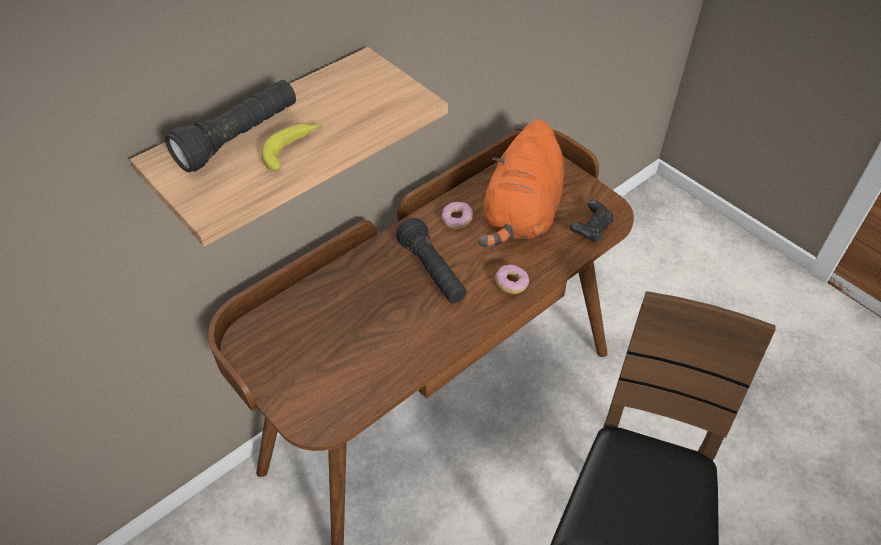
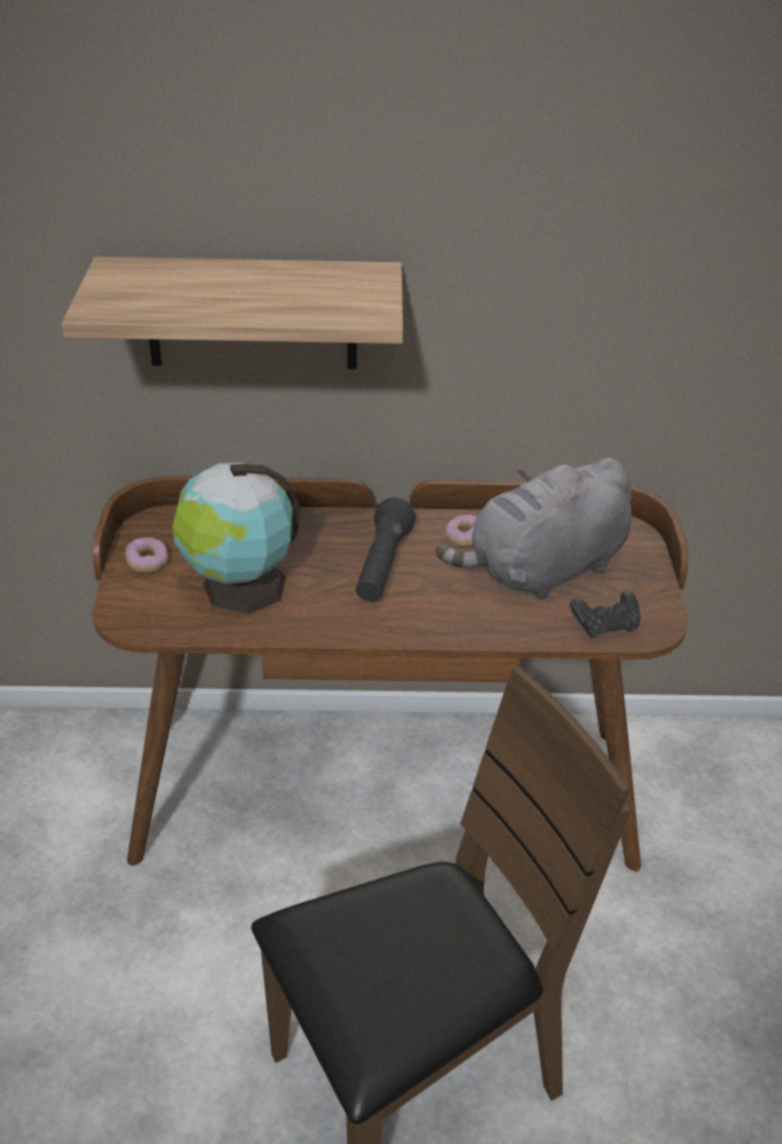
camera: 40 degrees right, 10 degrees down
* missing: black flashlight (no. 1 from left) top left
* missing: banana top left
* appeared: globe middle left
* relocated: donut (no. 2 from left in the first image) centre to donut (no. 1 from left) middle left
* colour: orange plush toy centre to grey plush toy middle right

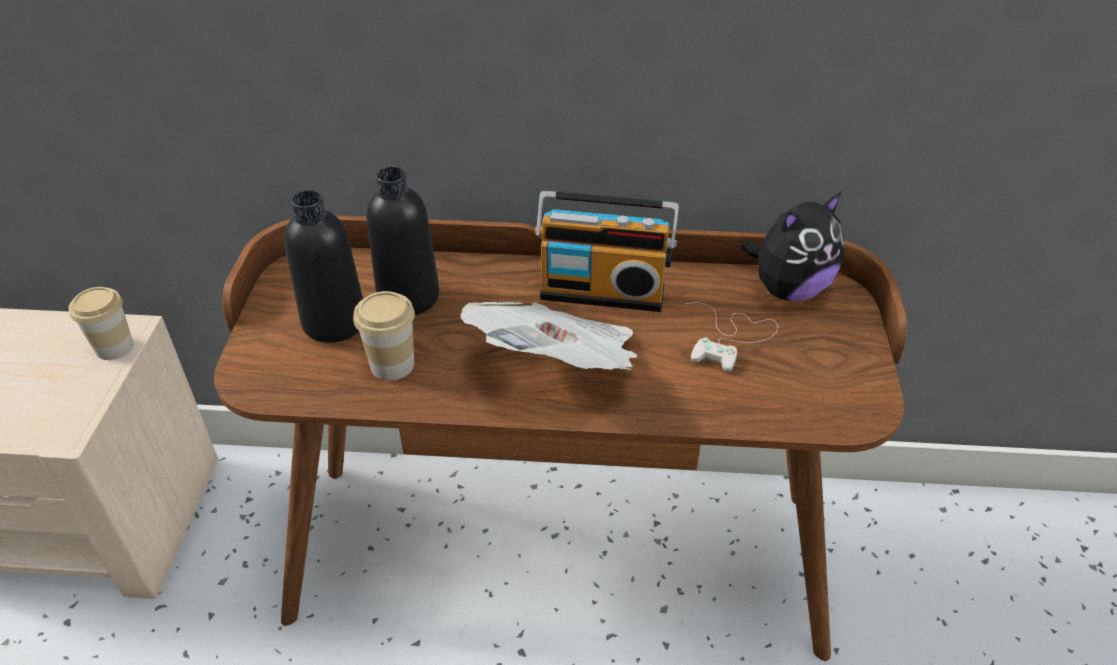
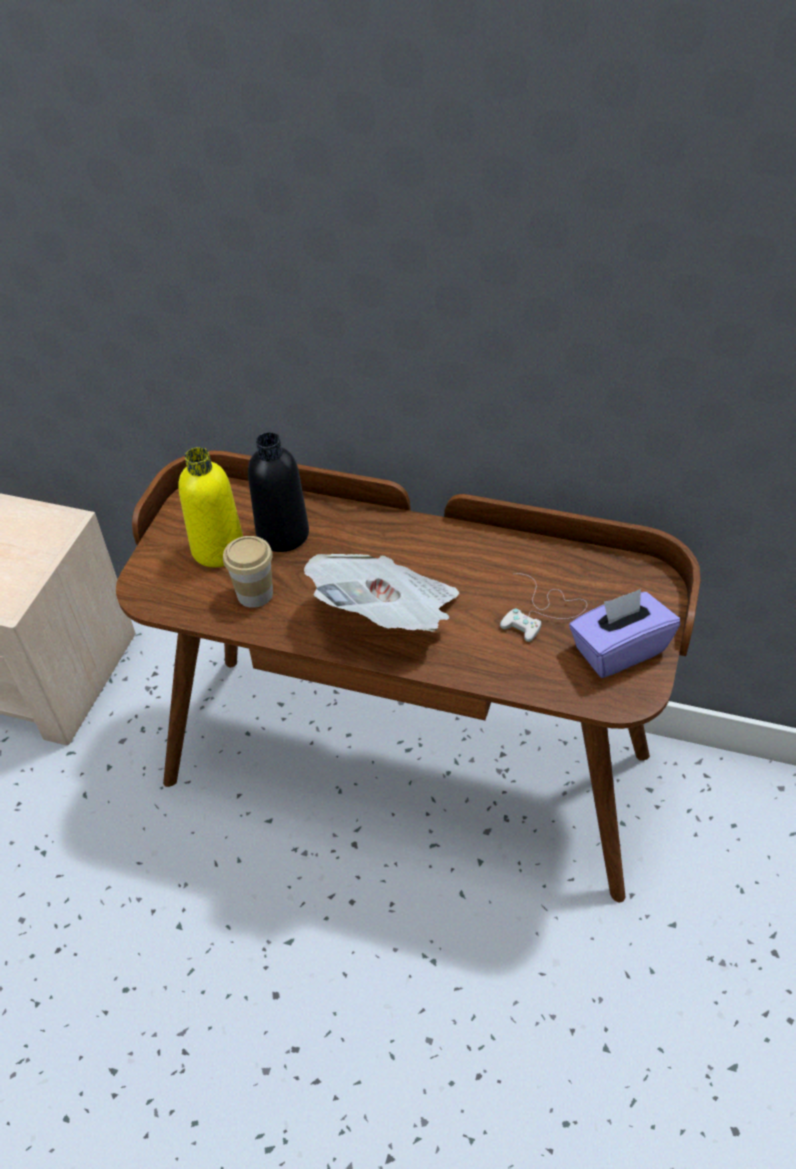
camera: 15 degrees right, 5 degrees up
* missing: cup (no. 1 from left) middle left
* missing: radio centre
* missing: plush toy middle right
* appeared: purple tissue box middle right
* colour: black bottle (no. 1 from left) middle left to yellow bottle middle left

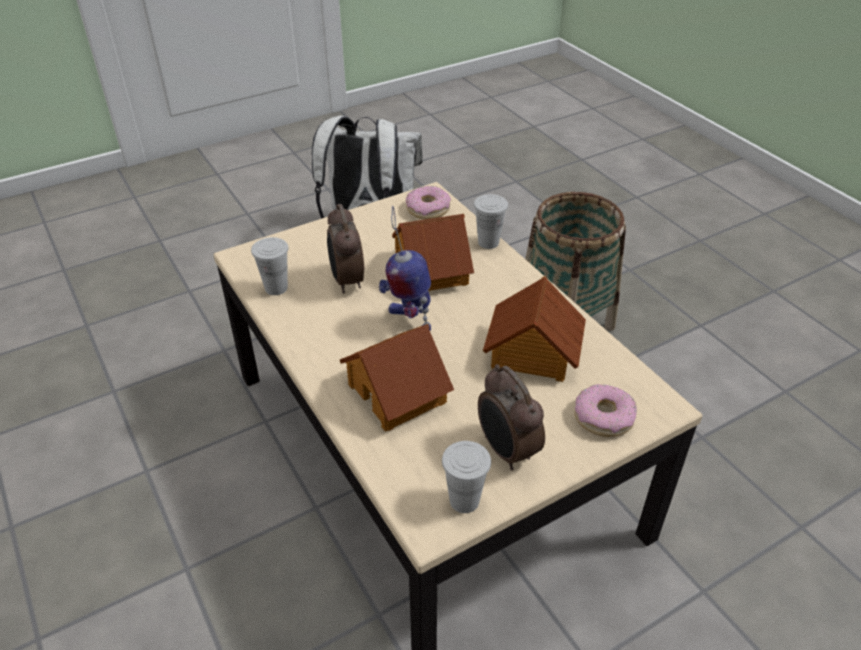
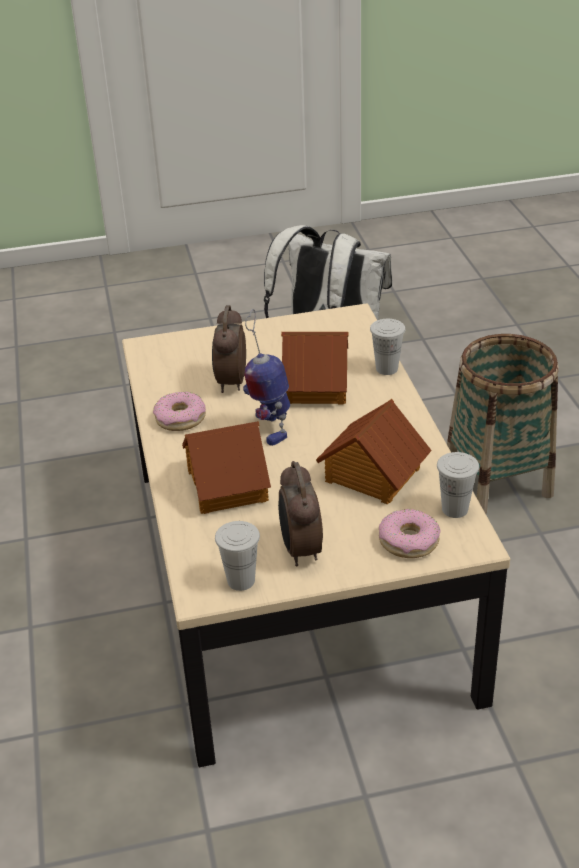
camera: 20 degrees right, 5 degrees down
* relocated: white cup (no. 1 from left in the first image) middle left to white cup (no. 3 from left) middle right
* relocated: donut (no. 1 from left) top centre to middle left

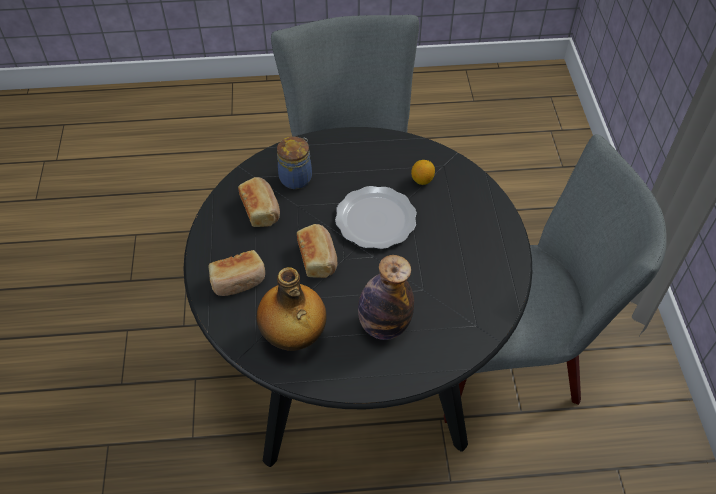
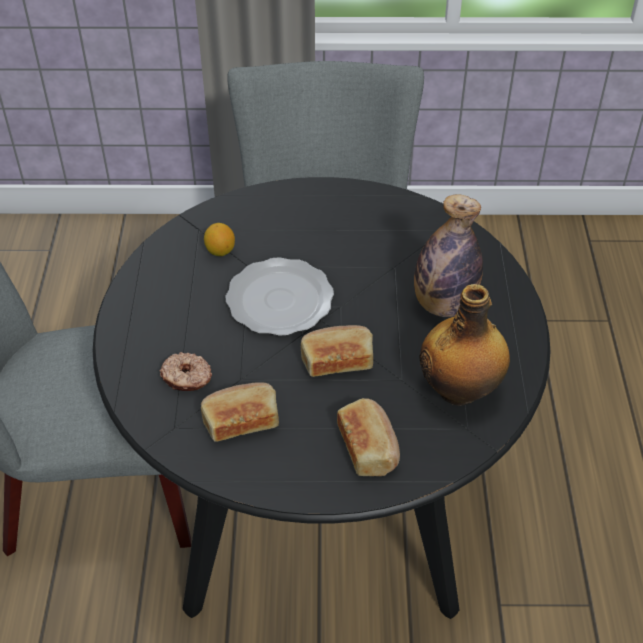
camera: 85 degrees left, 5 degrees down
* exchanged: jar top centre to donut middle left

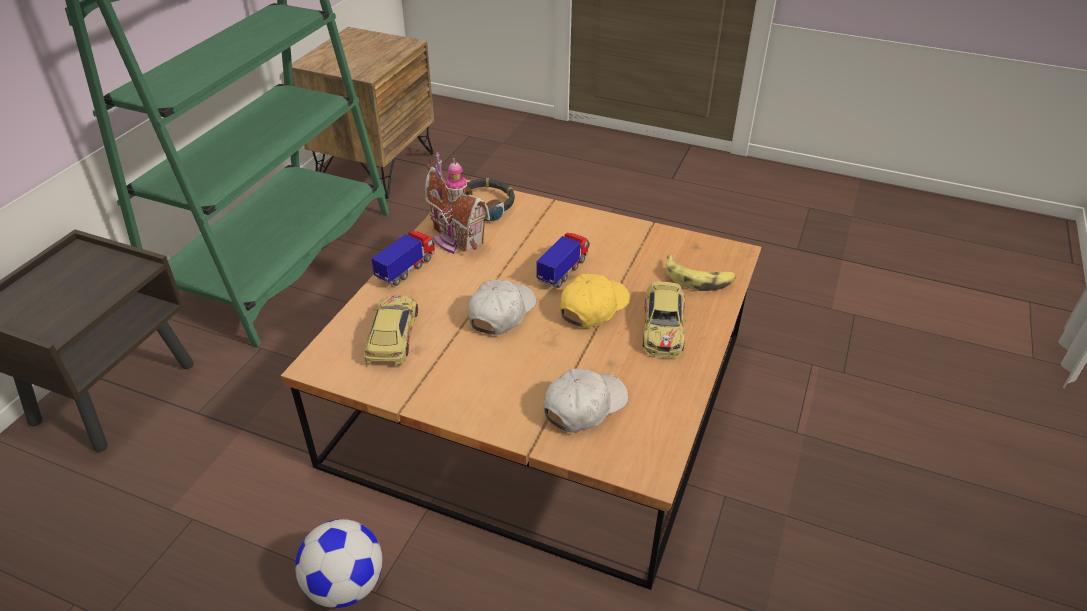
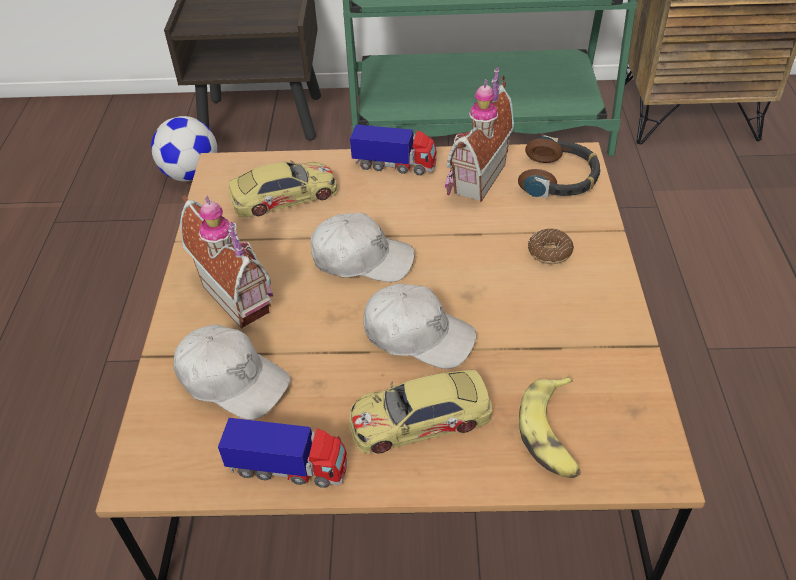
camera: 70 degrees right, 5 degrees up
* appeared: toy house (no. 1 from left) middle left
* appeared: donut middle right
* relocated: football bottom left to top left
* relocated: toy truck (no. 2 from left in the first image) centre to toy truck (no. 1 from left) bottom centre
* colour: yellow cap centre to white cap (no. 3 from left) centre

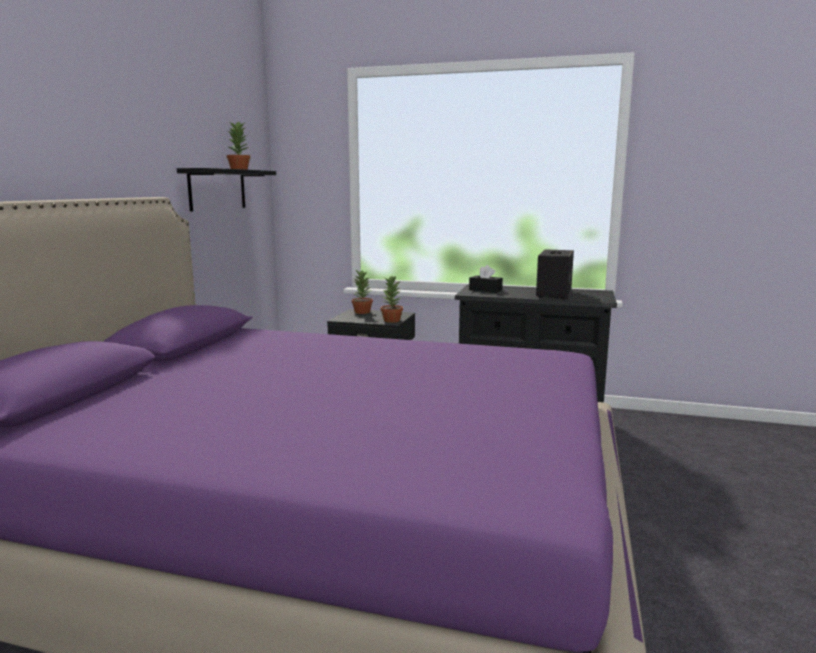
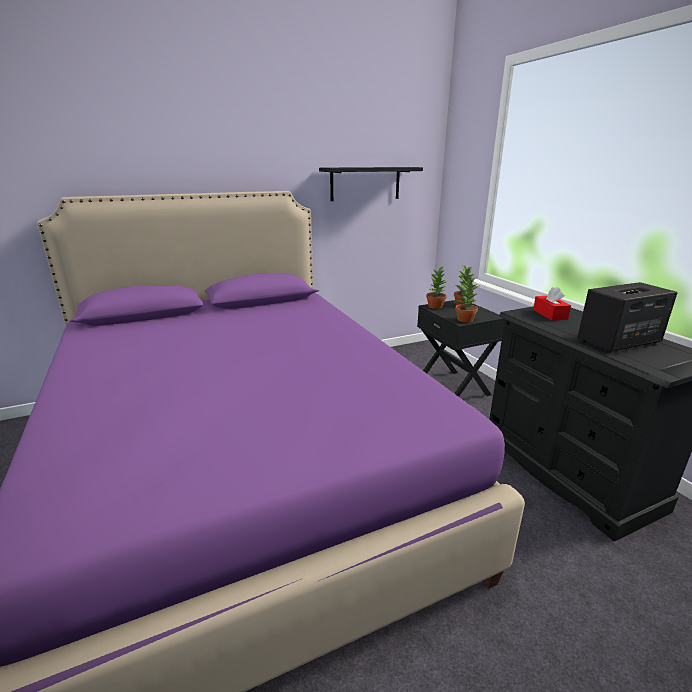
camera: 50 degrees right, 10 degrees up
* relocated: potted plant (no. 1 from left) top left to centre
* colour: black tissue box centre to red tissue box middle right

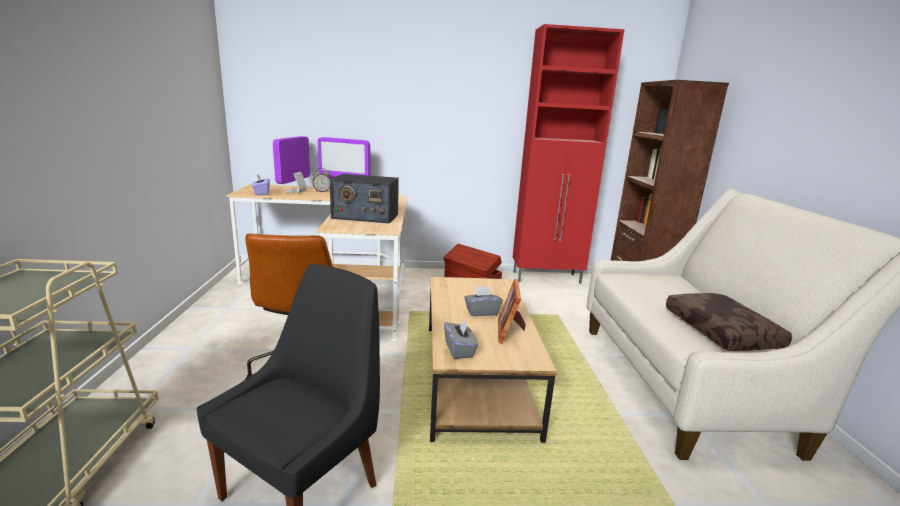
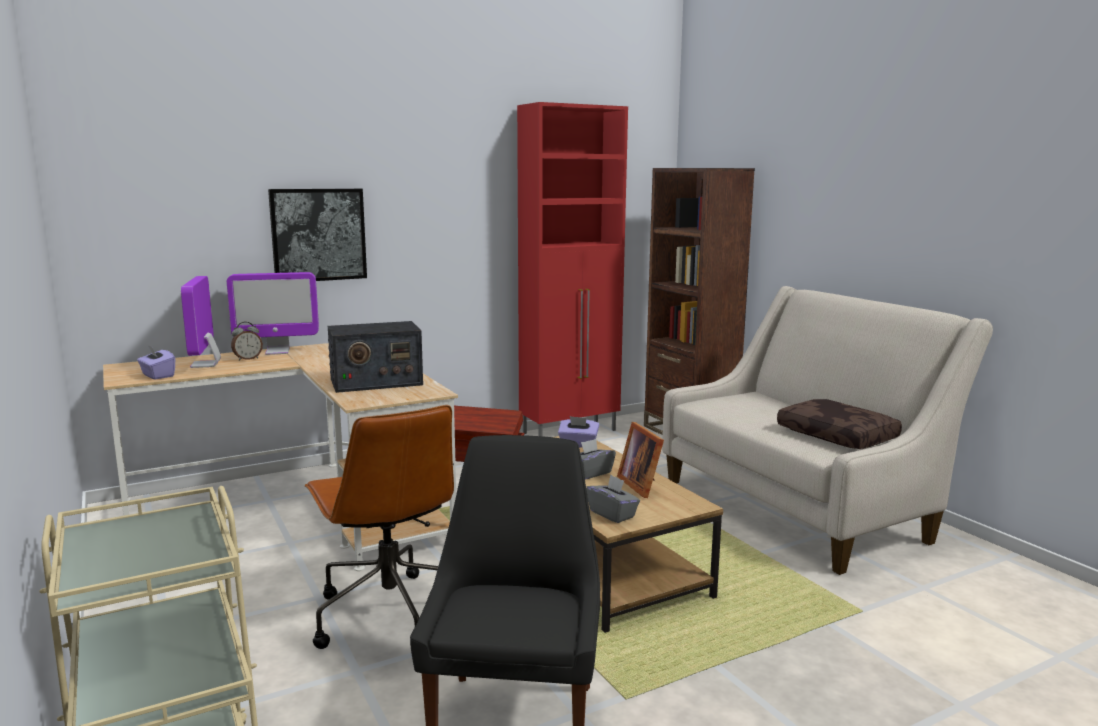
camera: 25 degrees left, 5 degrees down
* appeared: picture top left
* appeared: purple tissue box (no. 2 from left) centre

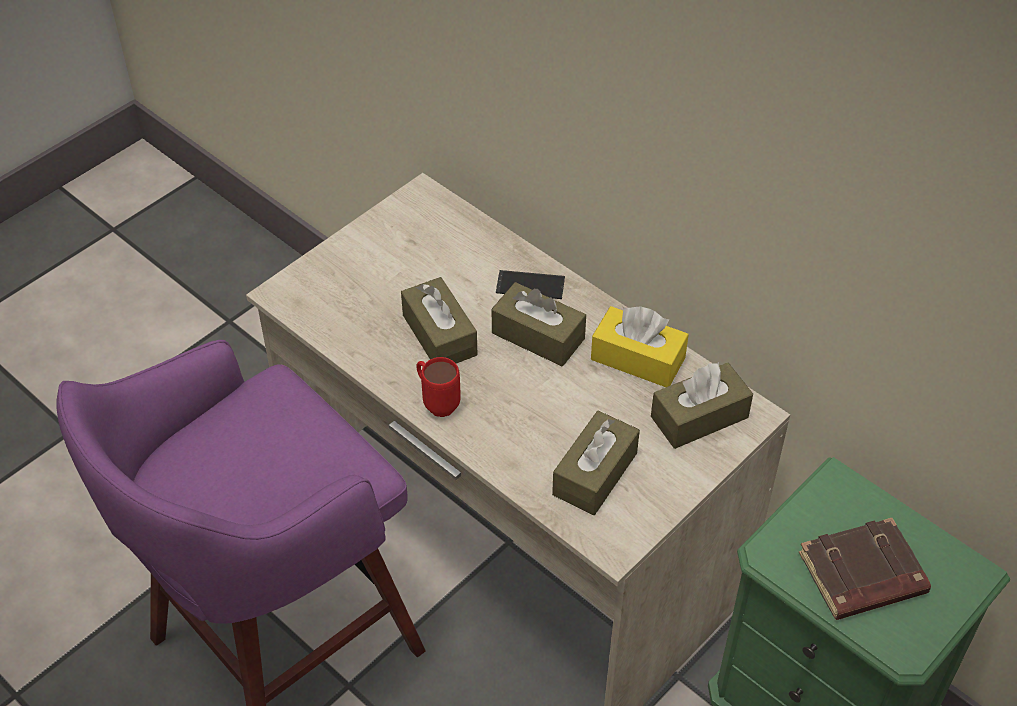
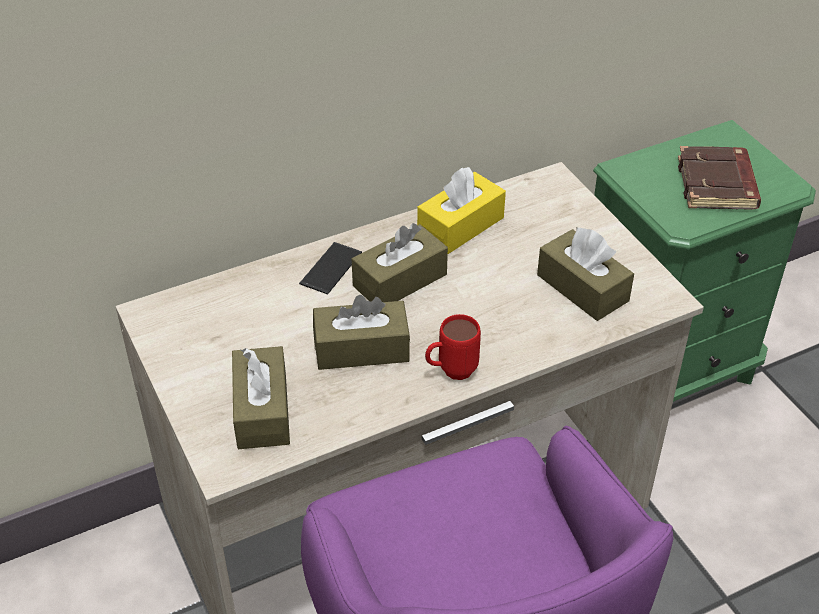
camera: 70 degrees left, 5 degrees down
* relocated: brown tissue box (no. 4 from left in the first image) middle right to brown tissue box (no. 1 from left) middle left

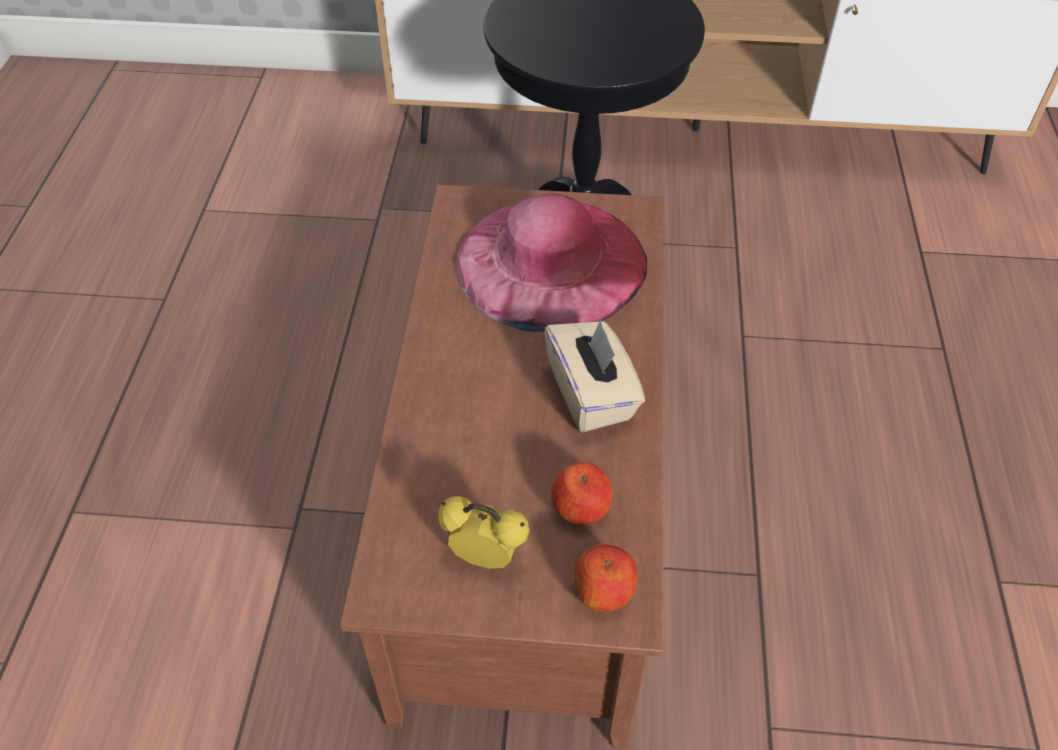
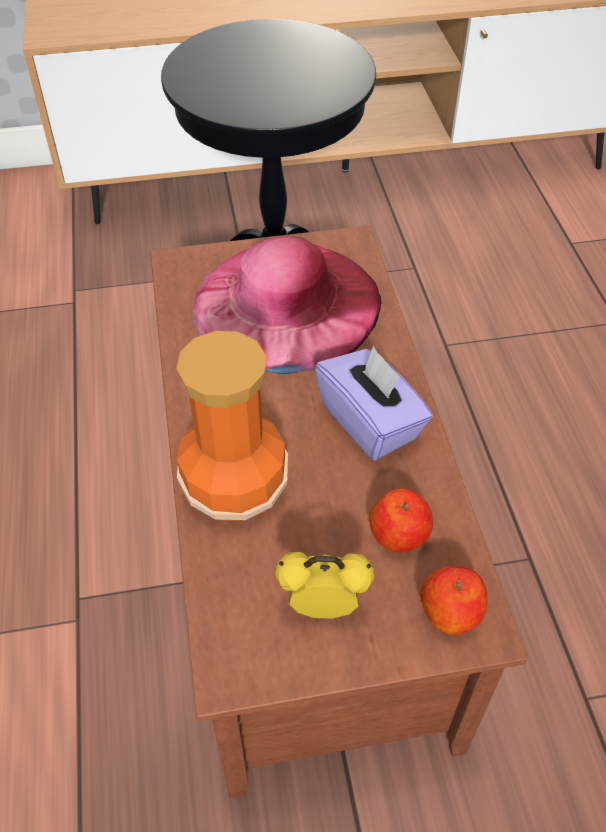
camera: 15 degrees left, 0 degrees up
* appeared: vase centre
* colour: beige tissue box centre to purple tissue box centre

